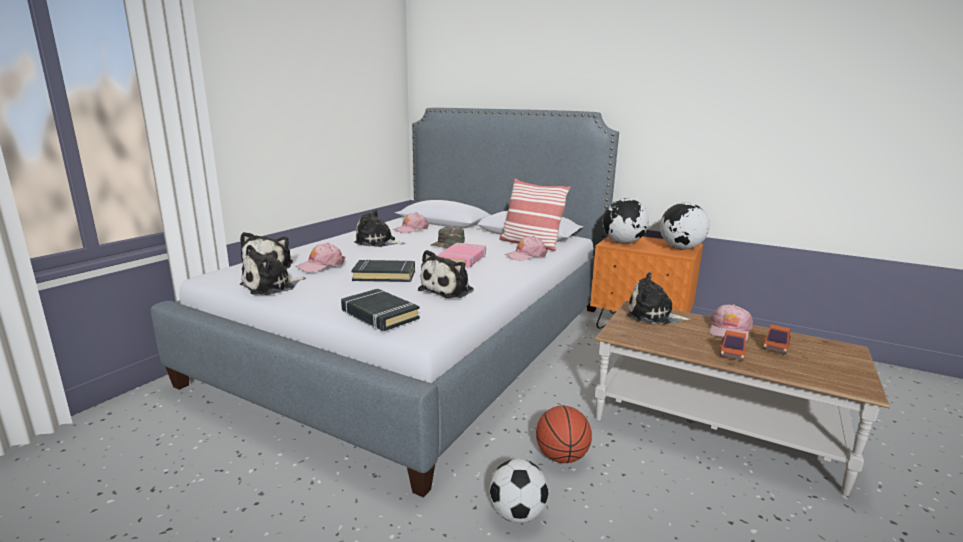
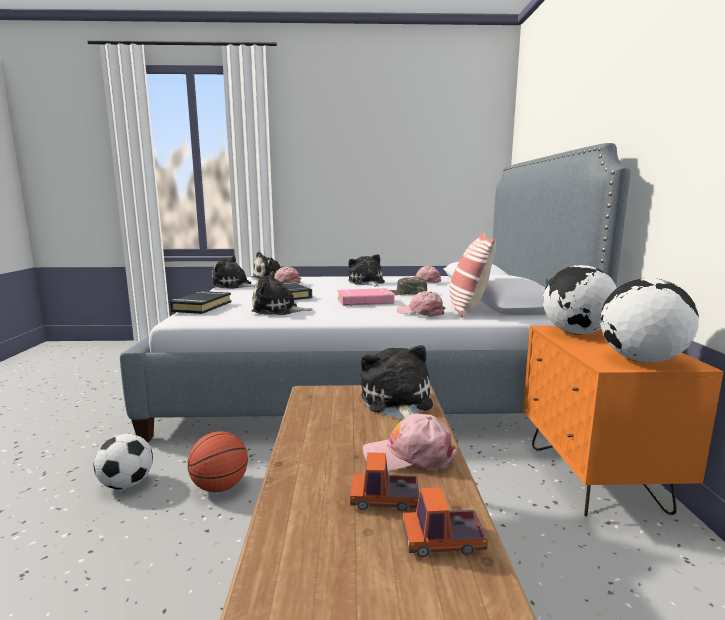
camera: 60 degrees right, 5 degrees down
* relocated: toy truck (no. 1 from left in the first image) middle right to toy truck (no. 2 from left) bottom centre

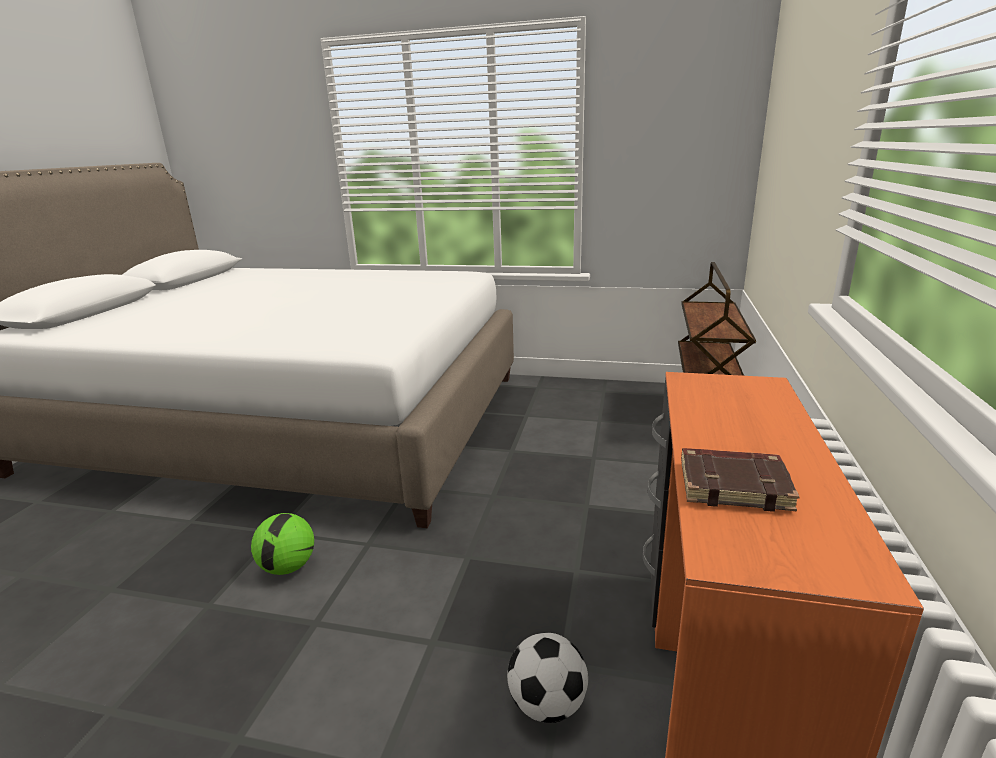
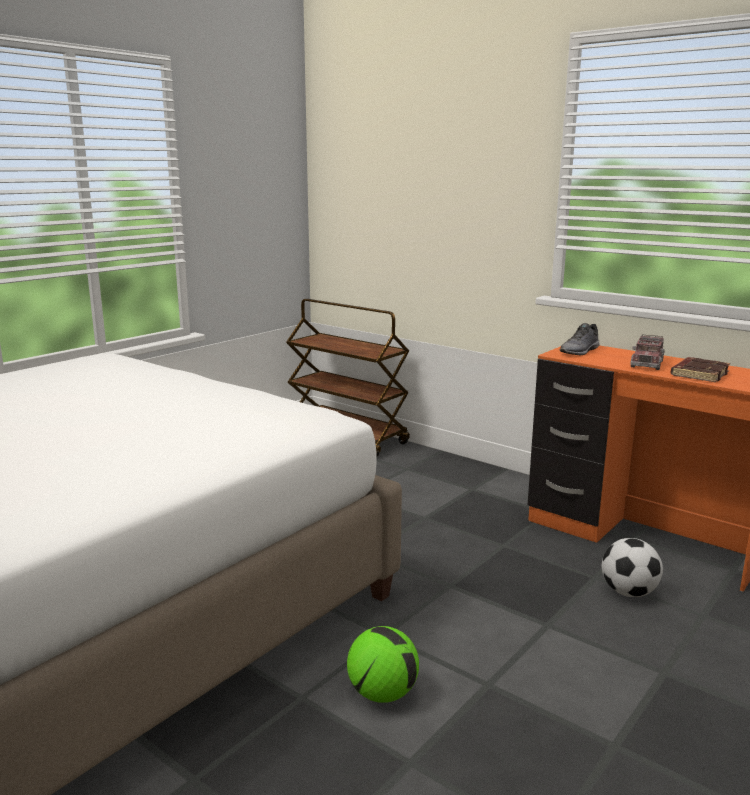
camera: 65 degrees left, 5 degrees down
* appeared: grey shoe middle right
* appeared: toy truck middle right

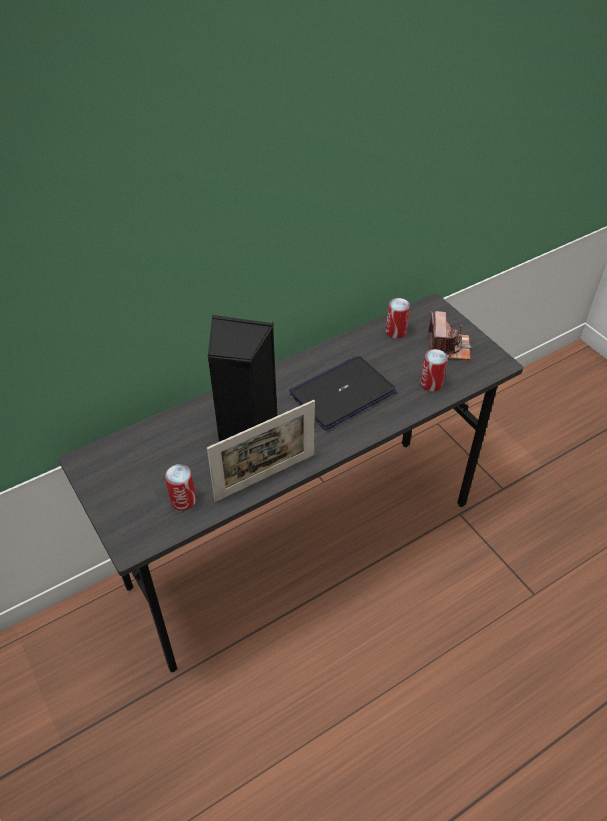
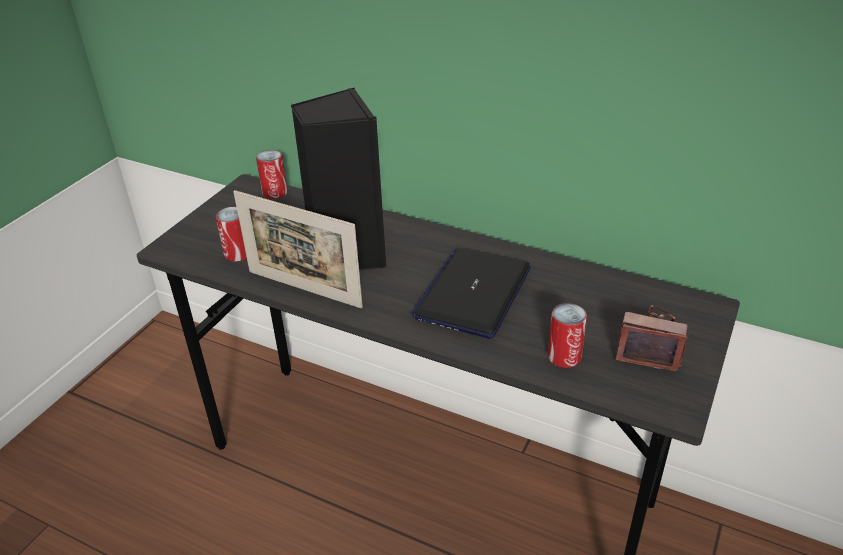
camera: 60 degrees right, 10 degrees down
* relocated: can (no. 2 from left) centre to top left
* spun: laptop centre = centre 90 degrees counterclockwise
* spun: photo camera middle right = middle right 135 degrees counterclockwise

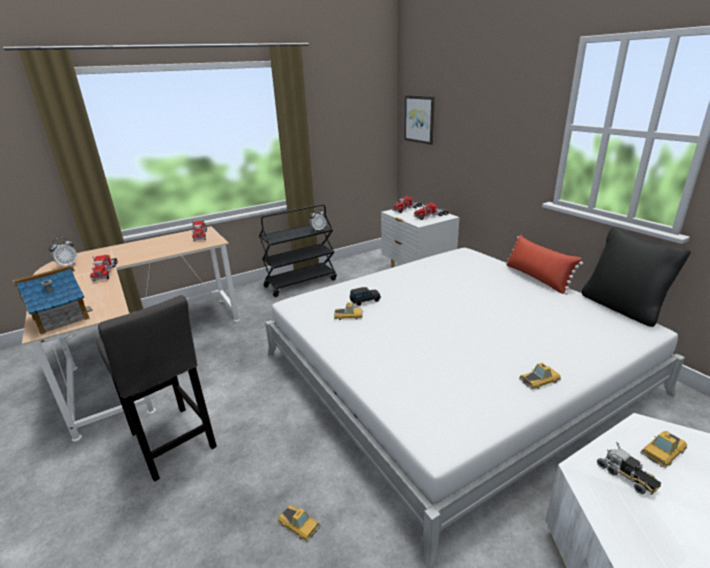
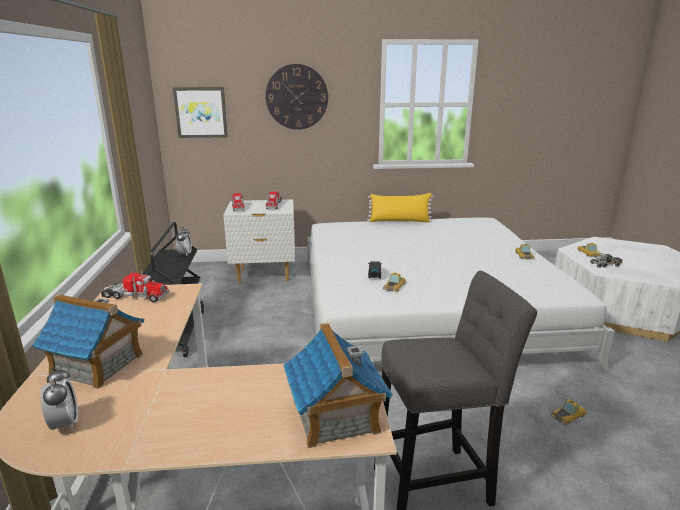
camera: 65 degrees left, 5 degrees down
* missing: toy truck (no. 1 from left) middle left
* missing: black pillow middle right
* appeared: toy house (no. 1 from left) bottom left
* appeared: wall clock top centre
* colour: red pillow middle right to yellow pillow centre

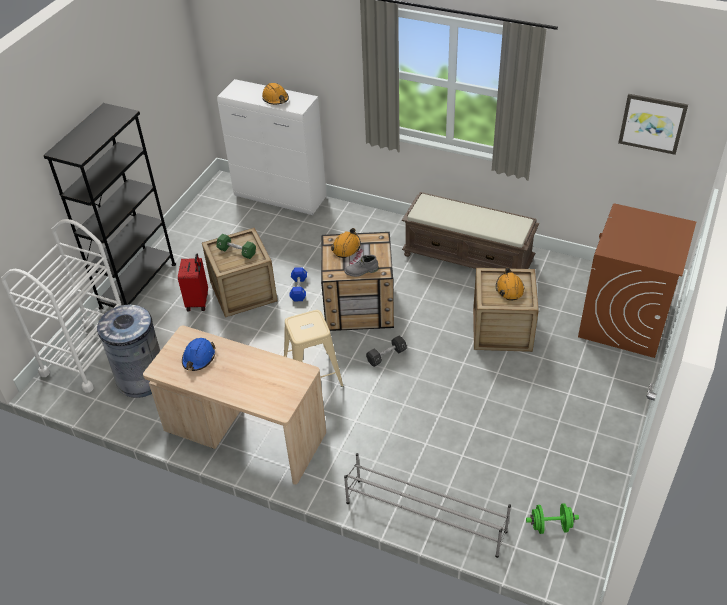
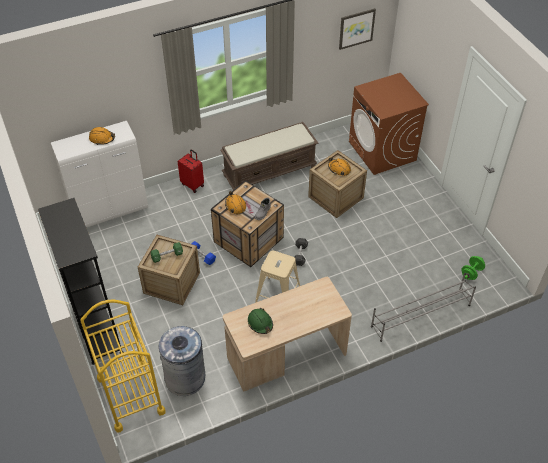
camera: 50 degrees left, 5 degrees up
* relocated: red suitcase middle left to centre
* colour: white cart middle left to yellow cart bottom left
* colour: blue hard hat middle left to green hard hat bottom centre

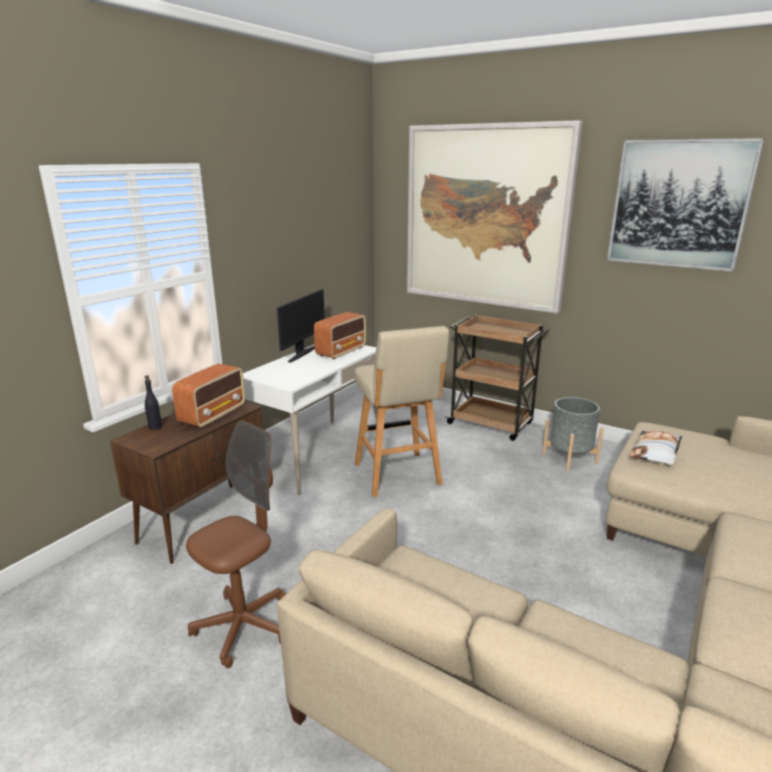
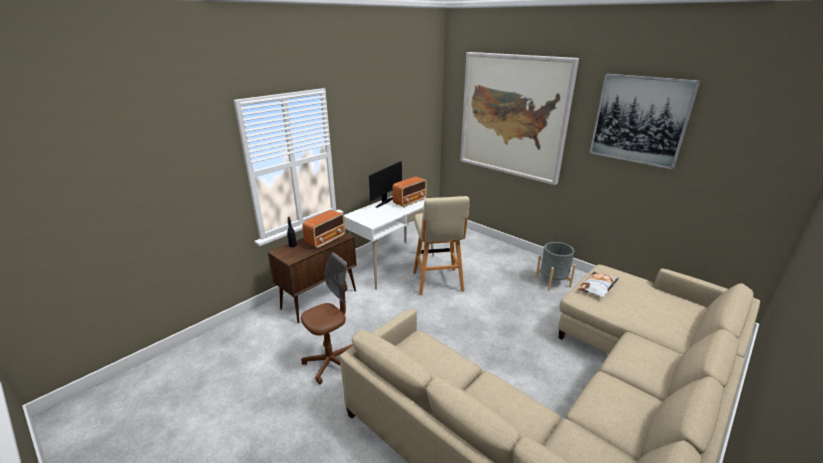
camera: 10 degrees right, 5 degrees up
* missing: brown cart centre

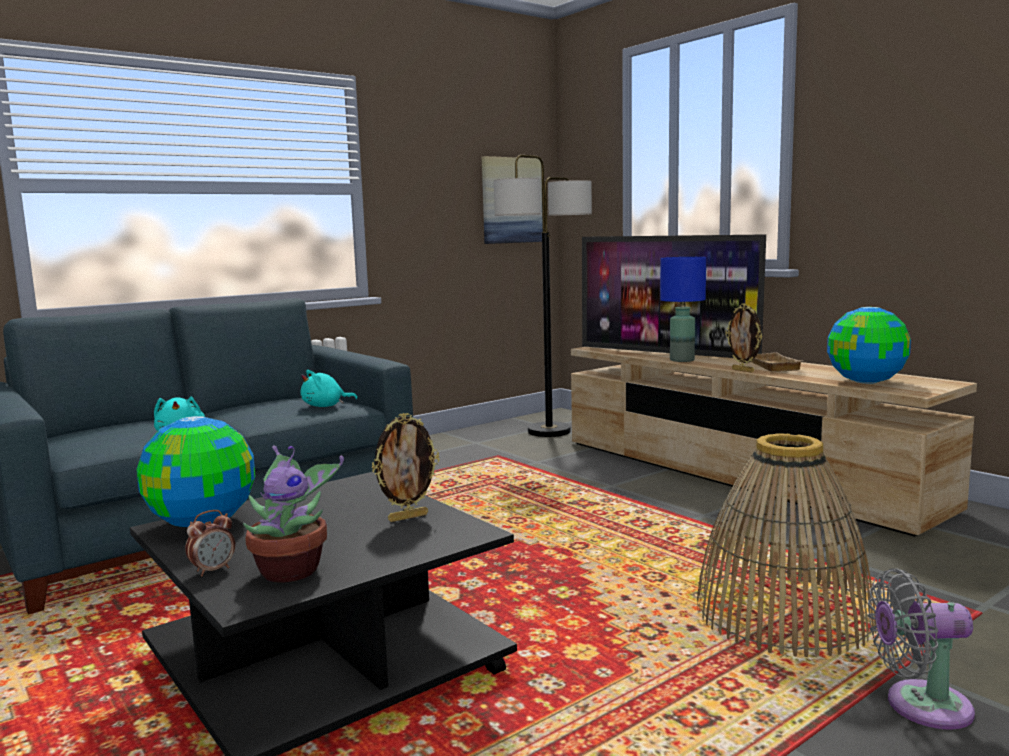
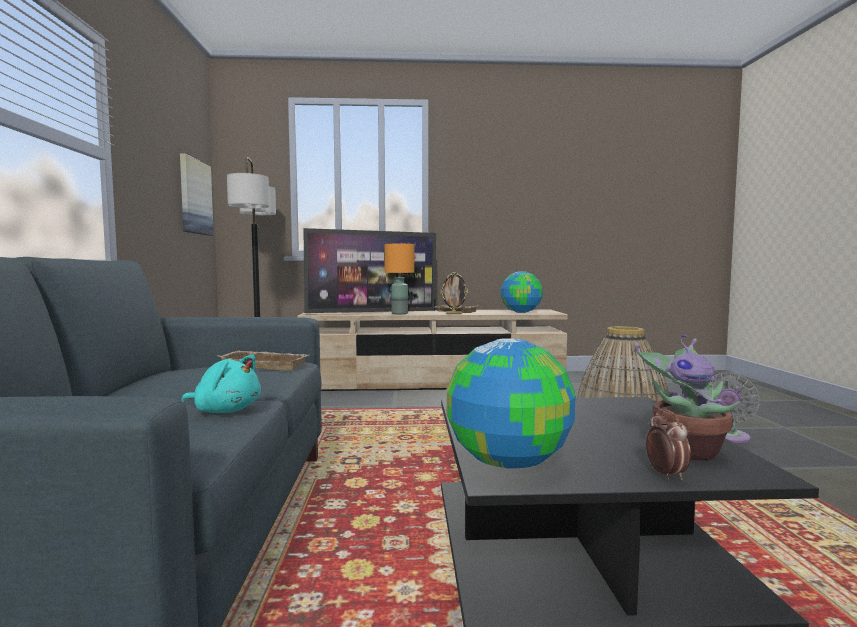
camera: 55 degrees left, 5 degrees down
* missing: picture frame (no. 1 from left) centre
* exchanged: turquoise plush toy (no. 2 from left) middle left to beige tray (no. 1 from left) middle left
* colour: blue table lamp middle right to orange table lamp centre

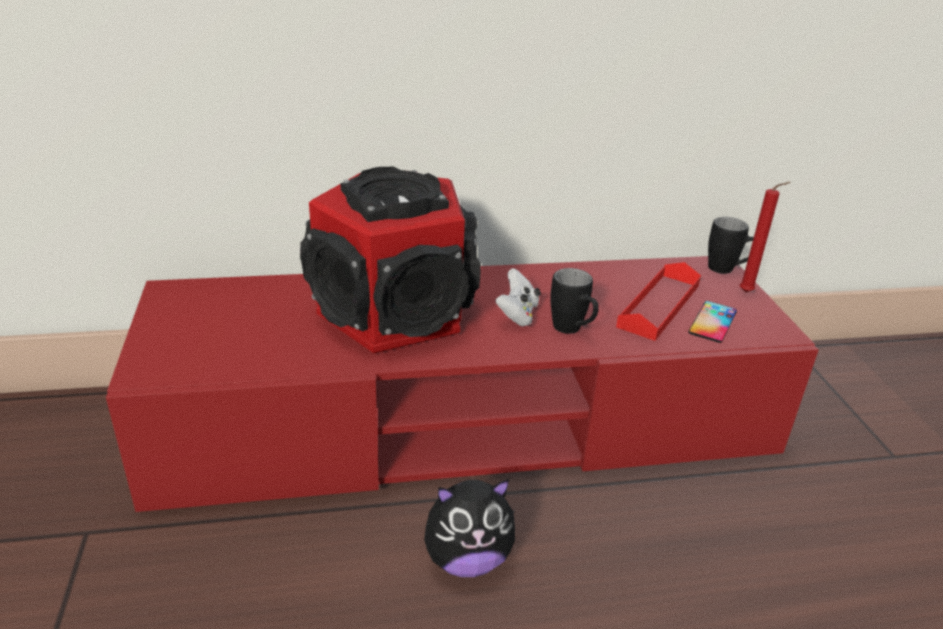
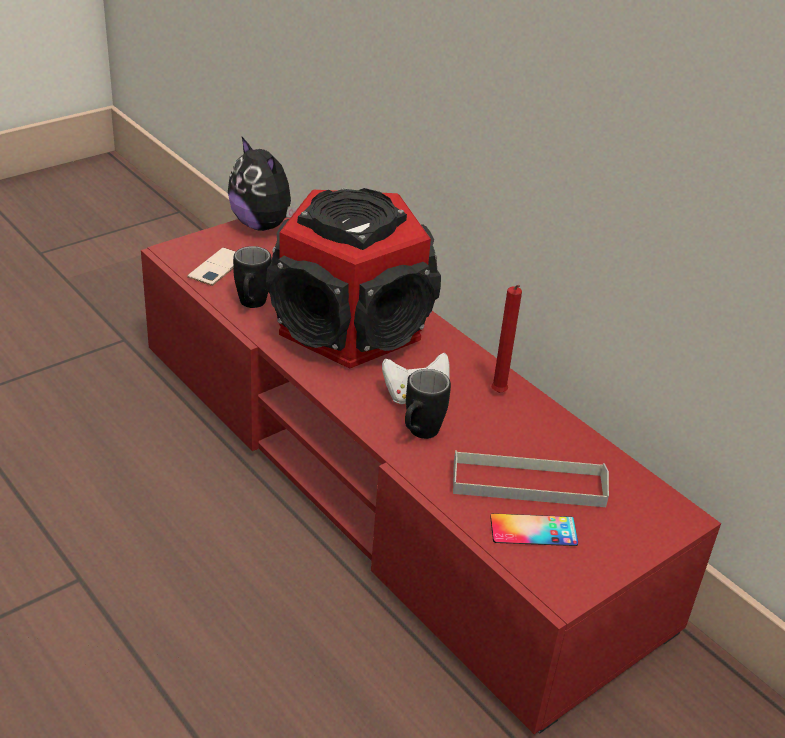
camera: 60 degrees right, 5 degrees up
* appeared: phone (no. 1 from left) middle left
* relocated: plush toy bottom centre to top centre
* relocated: black mug (no. 2 from left in the first image) middle right to black mug (no. 1 from left) middle left
* relocated: red candle middle right to centre
* colour: red tray middle right to grey tray middle right

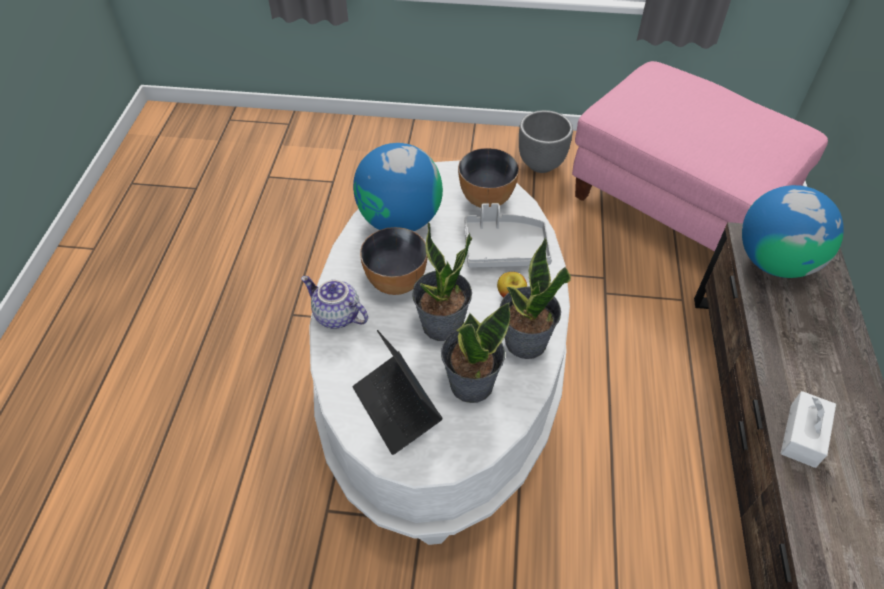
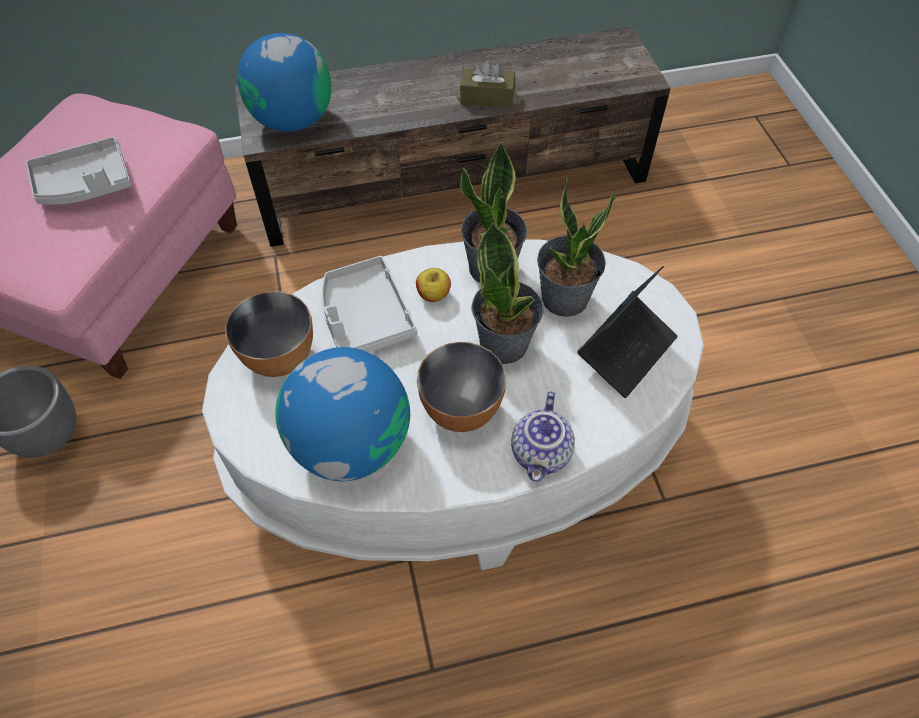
camera: 110 degrees left, 5 degrees up
* appeared: grey tray (no. 1 from left) top left
* colour: white tissue box bottom right to brown tissue box top centre

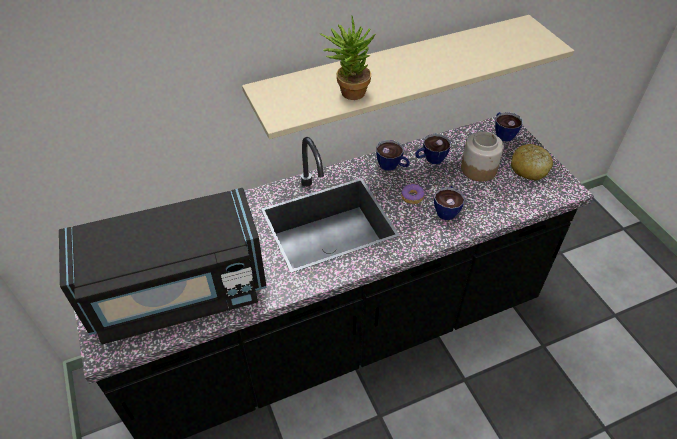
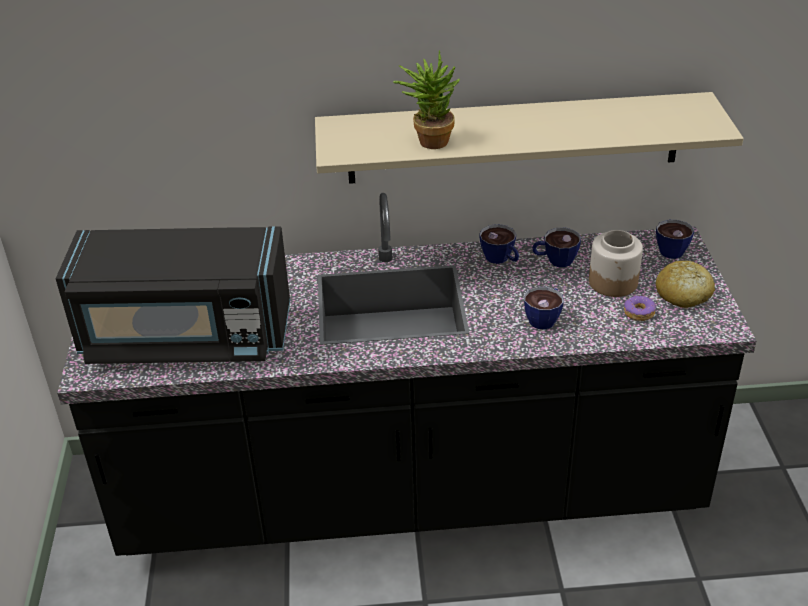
camera: 20 degrees right, 10 degrees down
* relocated: donut centre to middle right

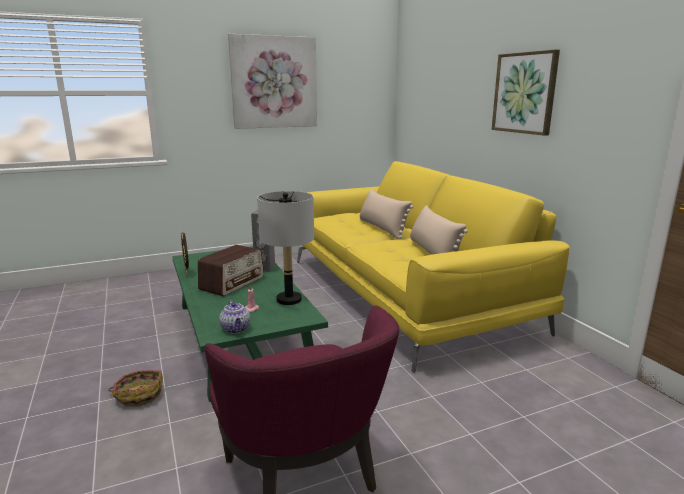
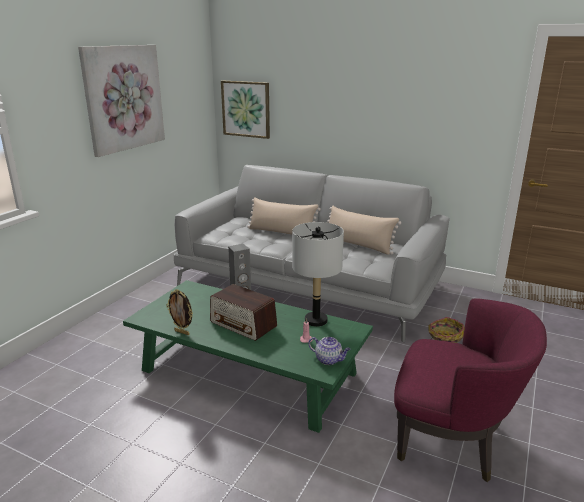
camera: 40 degrees left, 5 degrees up
* relocated: basket bottom left to middle right
* relocated: picture (no. 2 from left) top right to top centre
* colour: yellow sofa centre to grey sofa centre
* spun: radio centre = centre 135 degrees clockwise

